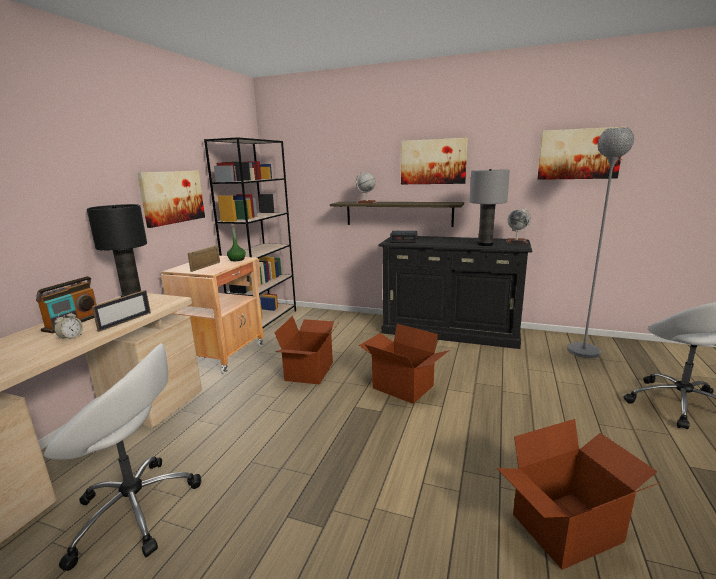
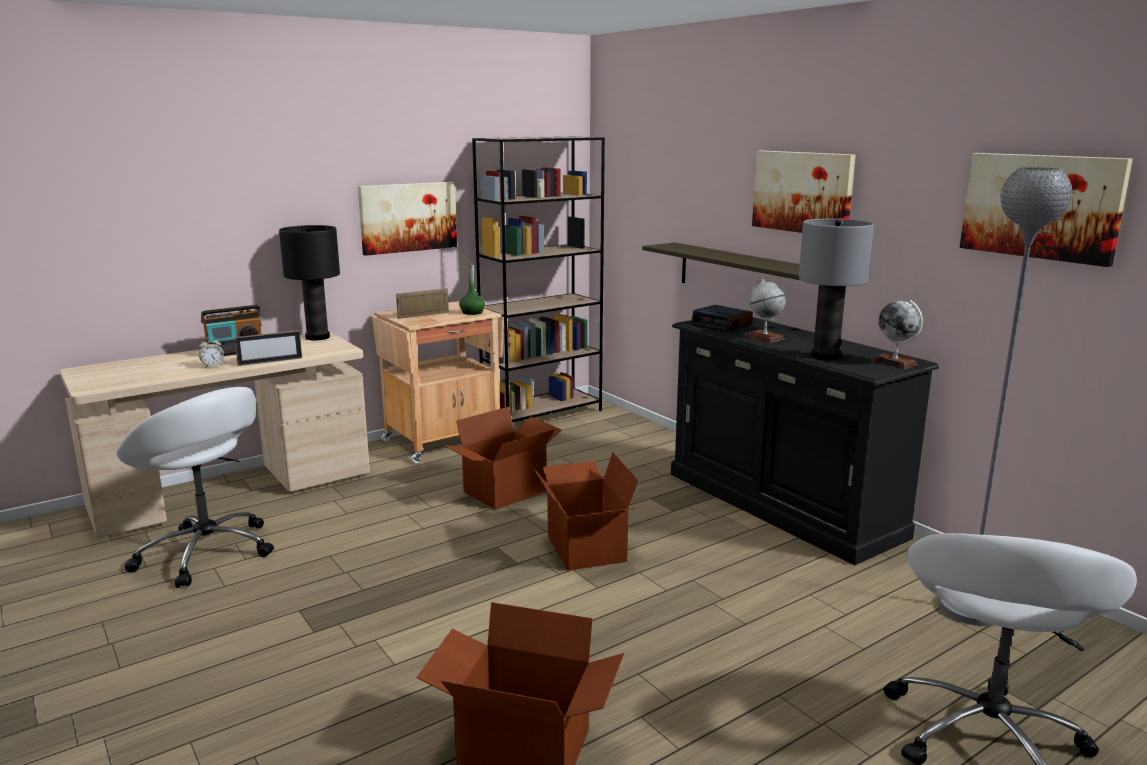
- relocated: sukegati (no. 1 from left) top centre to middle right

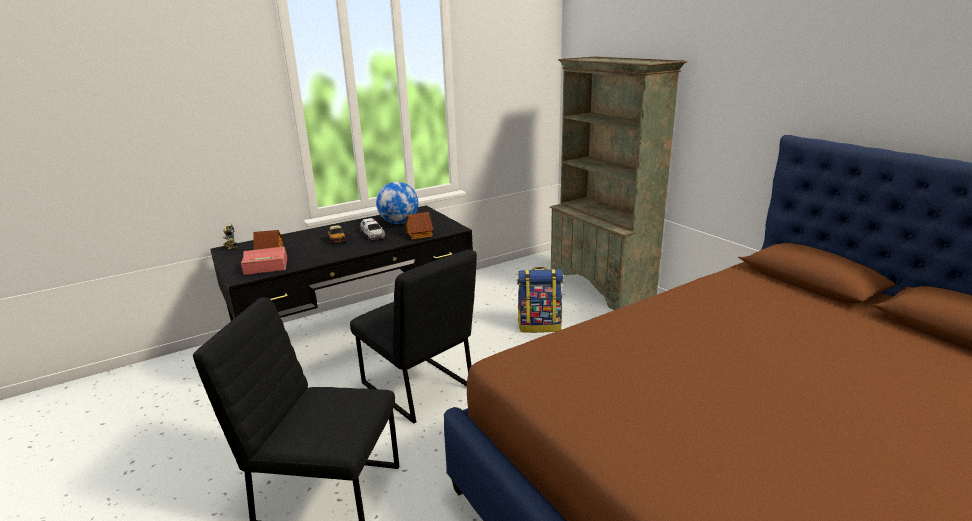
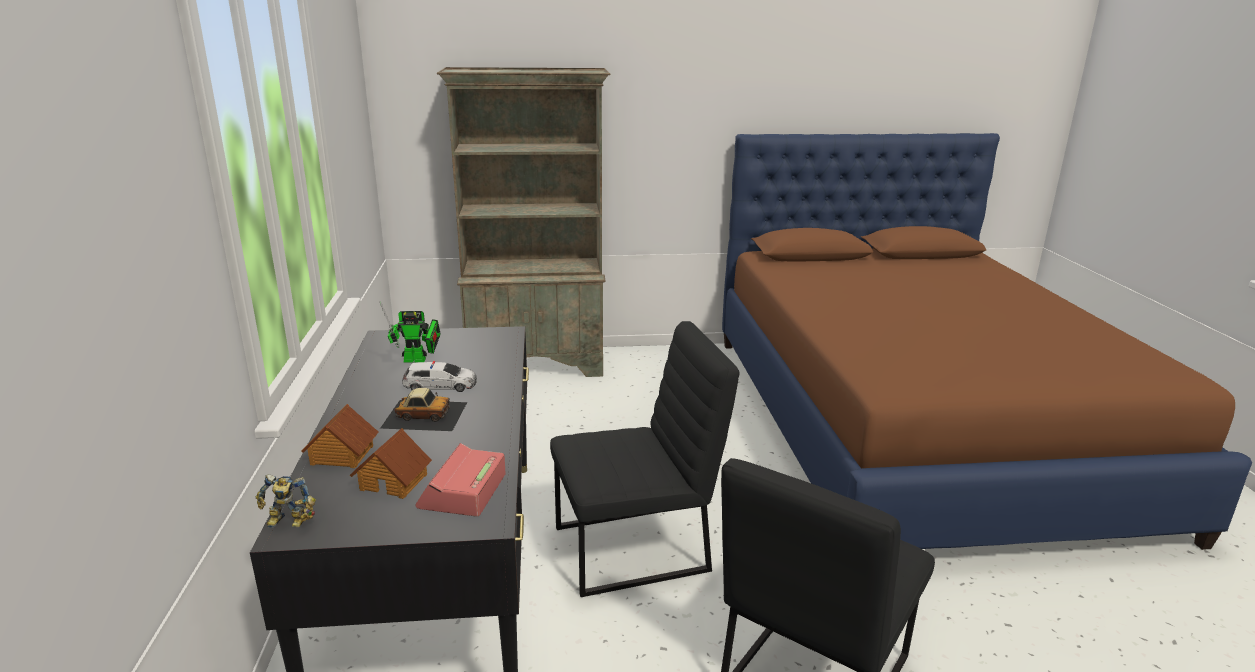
- exchanged: sukegati centre to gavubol (no. 2 from left) middle left
- relocated: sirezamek (no. 2 from left in the first image) centre to sirezamek (no. 1 from left) middle left
- missing: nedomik centre

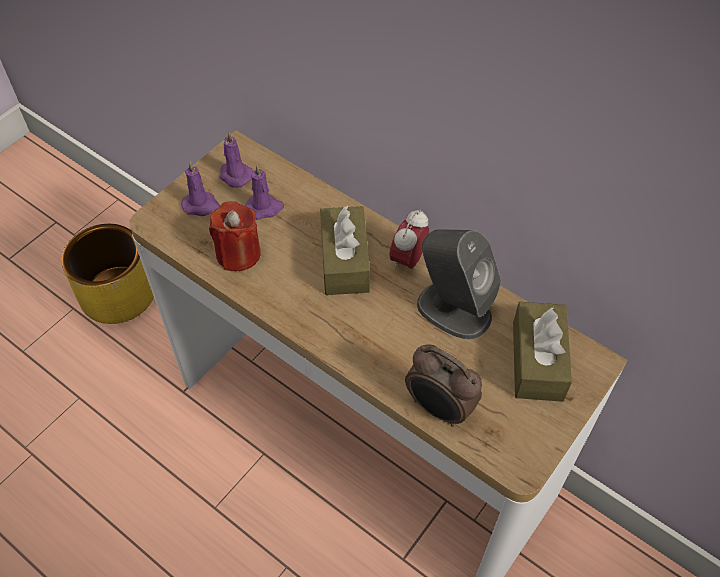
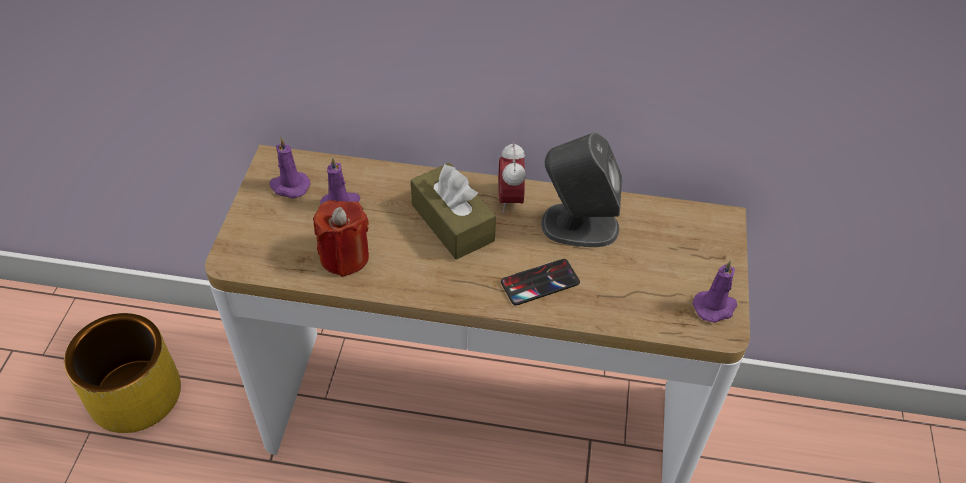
- relocated: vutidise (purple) (no. 1 from left in the first image) top left to vutidise (purple) (no. 3 from left) middle right
- missing: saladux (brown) (no. 2 from left) middle right
- missing: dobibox (no. 2 from left) bottom centre
- appeared: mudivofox centre

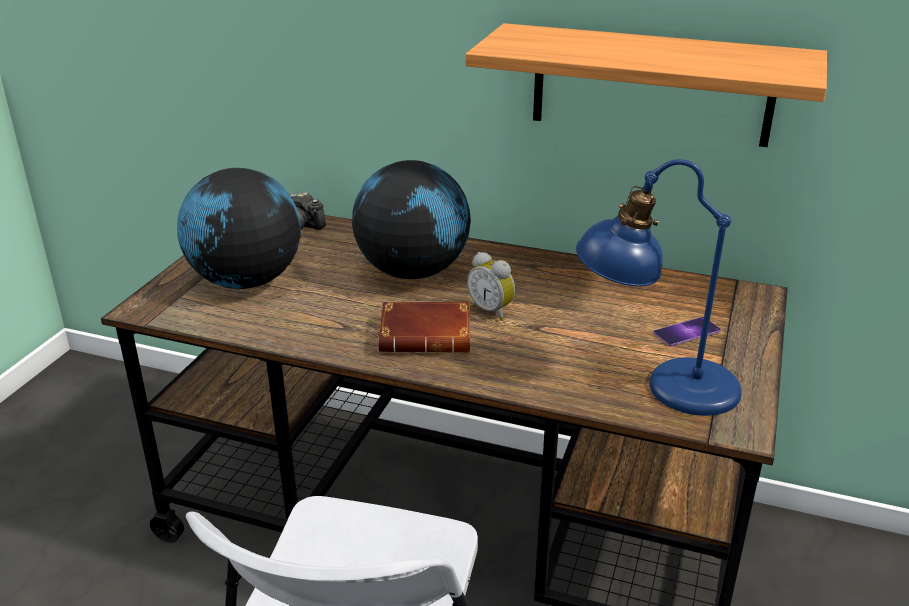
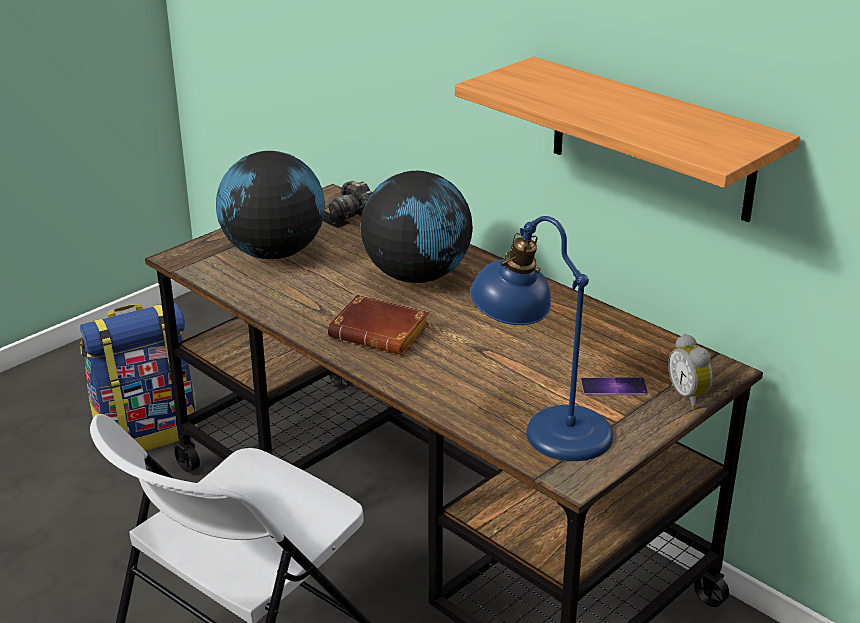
- relocated: dobibox centre to middle right
- appeared: nedomik middle left

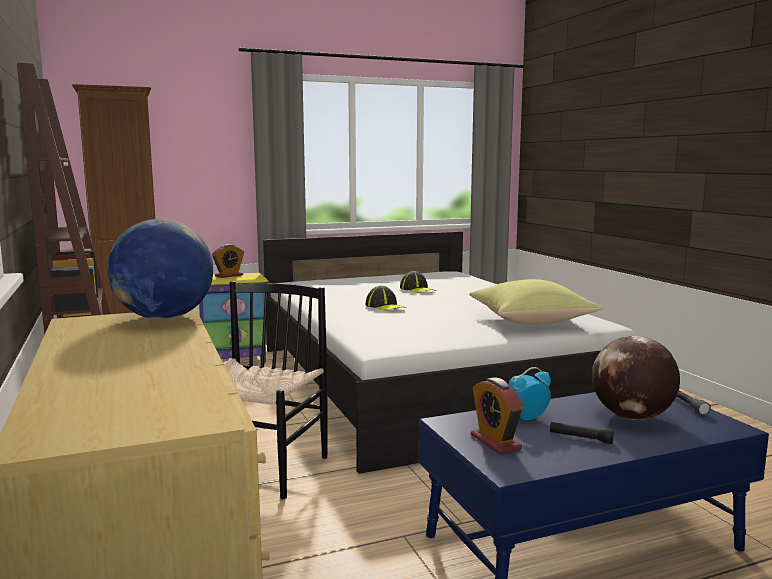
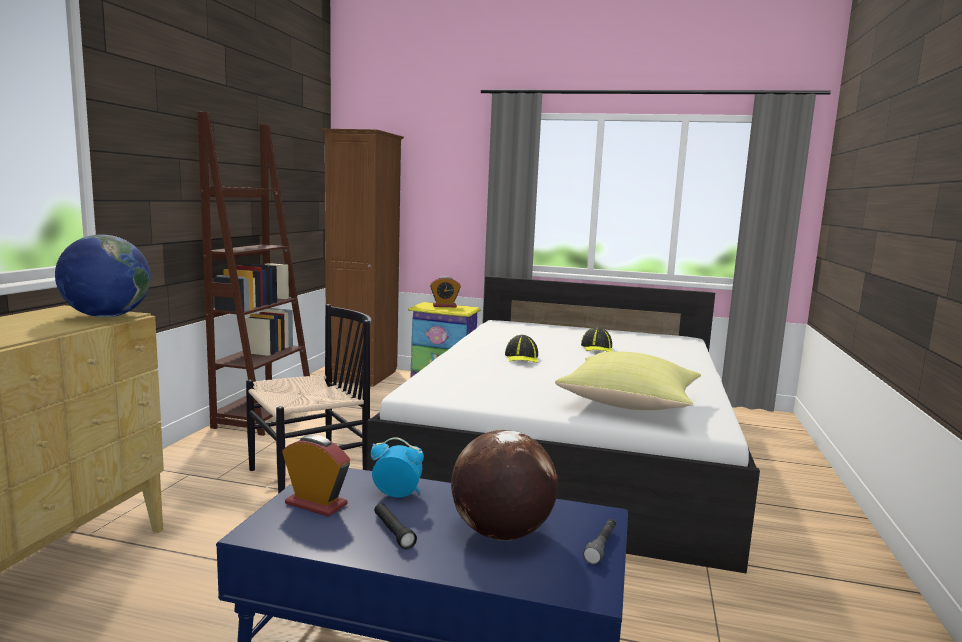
- spun: dobibox (no. 2 from left in the first image) bottom centre = bottom left 105 degrees clockwise

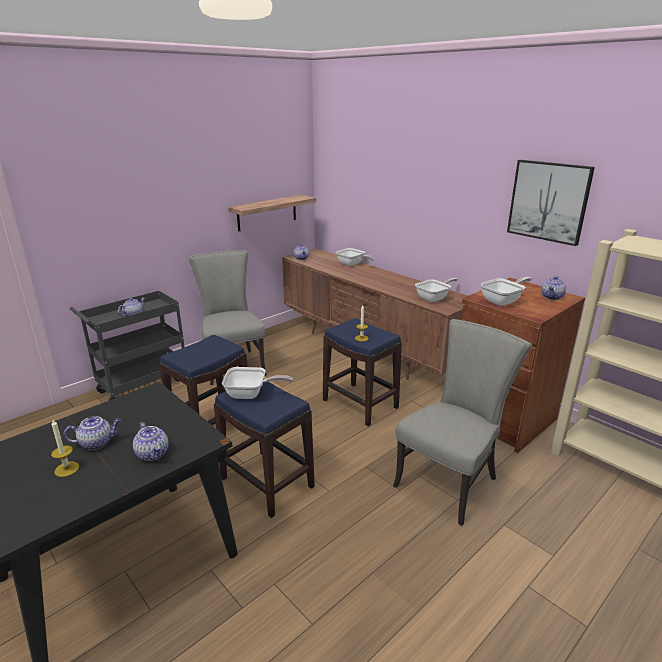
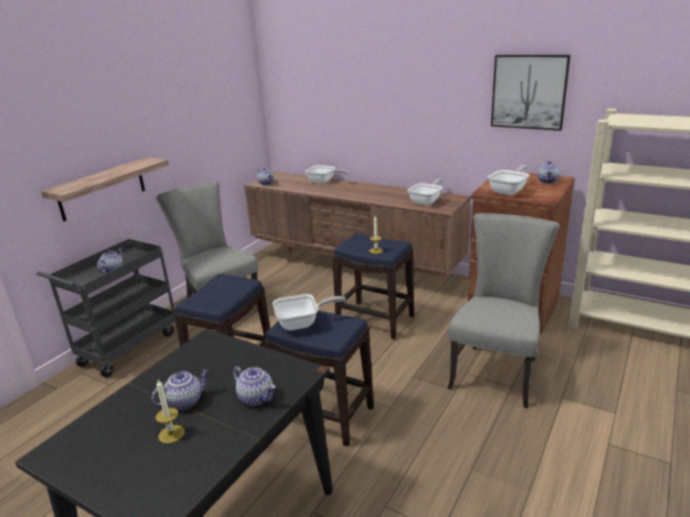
- relocated: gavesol top centre to middle left

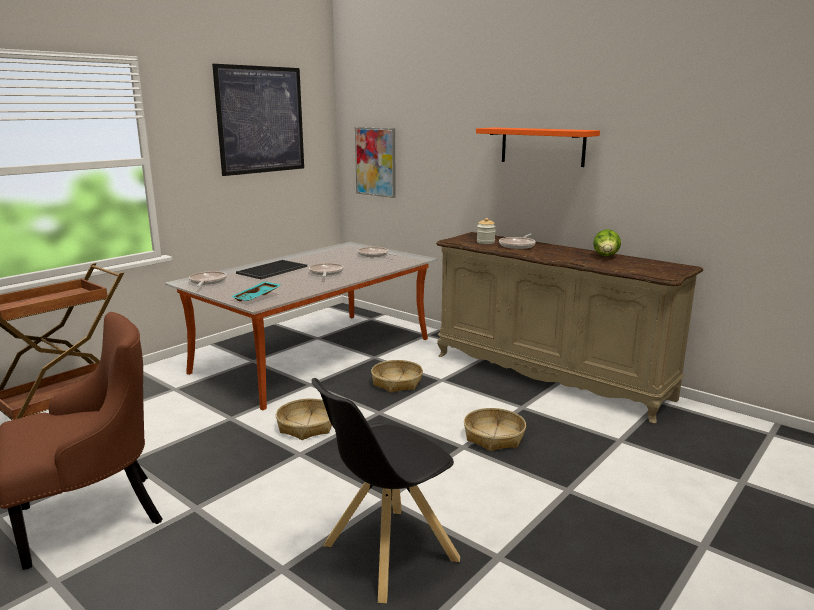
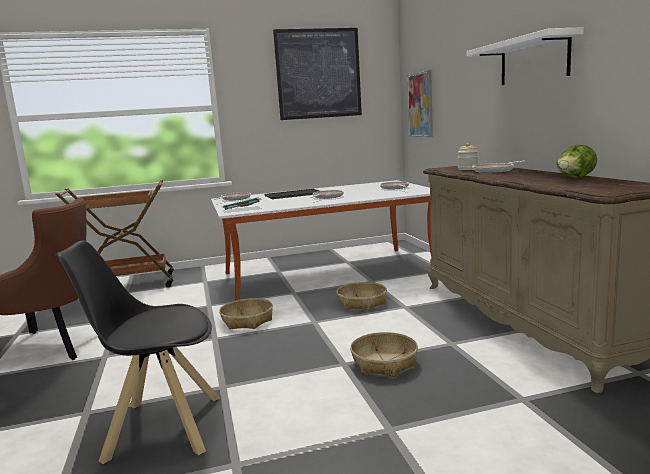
- colour: gavesol (orange) top centre to gavesol (white) top right

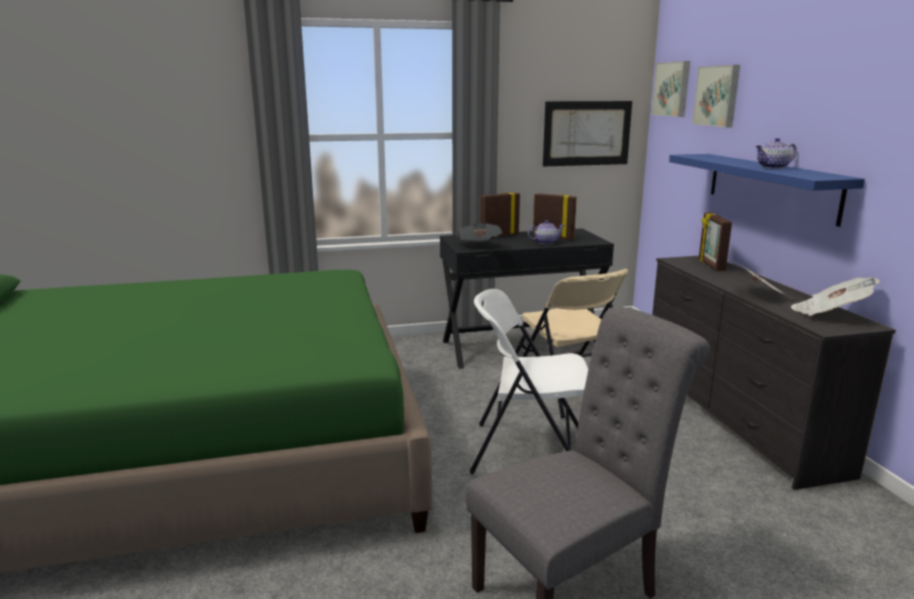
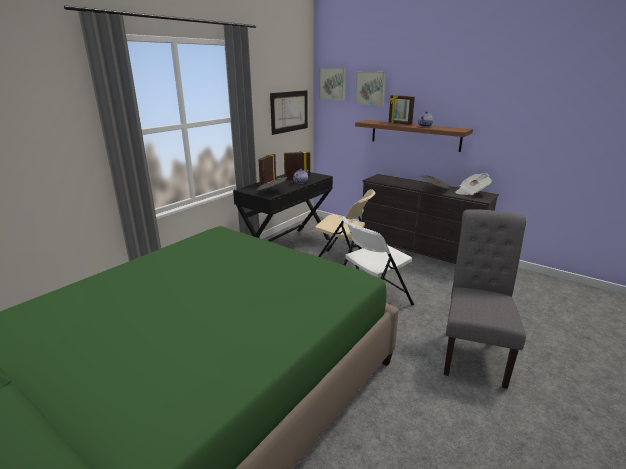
- colour: gavesol (blue) top right to gavesol (brown) top centre
- relocated: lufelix (no. 3 from left) middle right to top centre

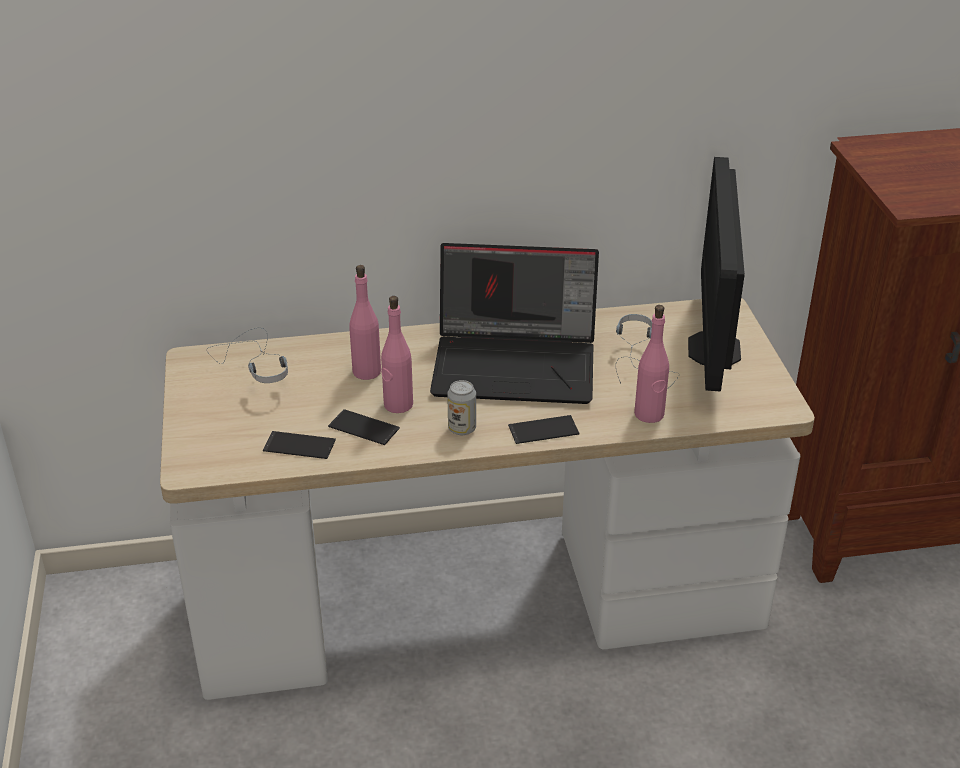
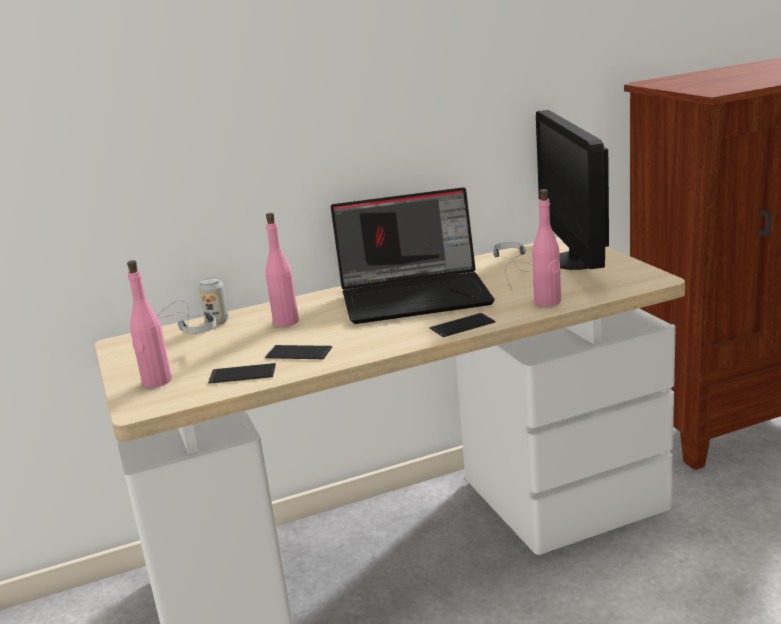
- relocated: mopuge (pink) (no. 2 from left in the first image) centre to mopuge (pink) (no. 1 from left) middle left
- relocated: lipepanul centre to middle left

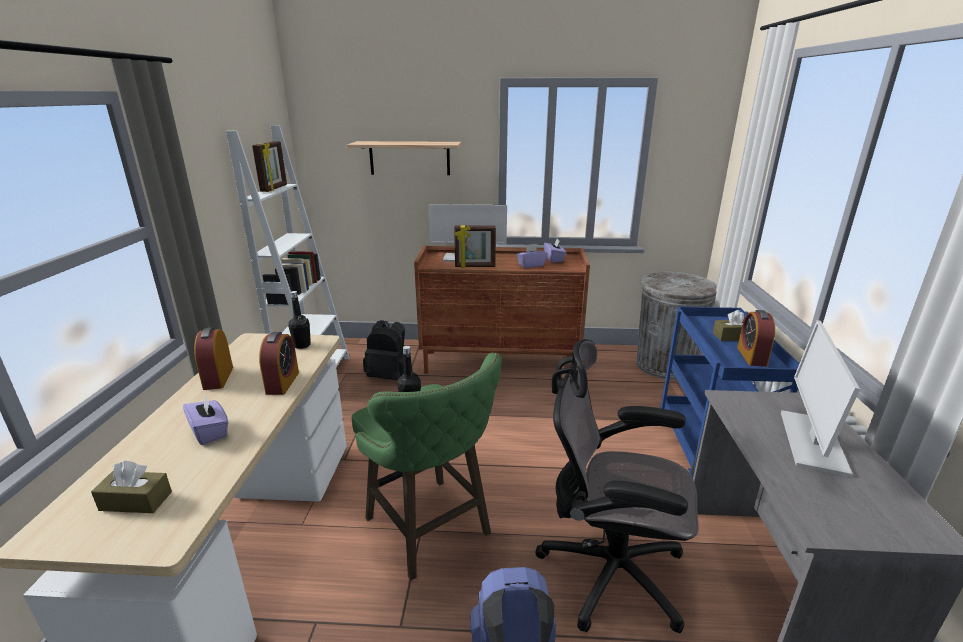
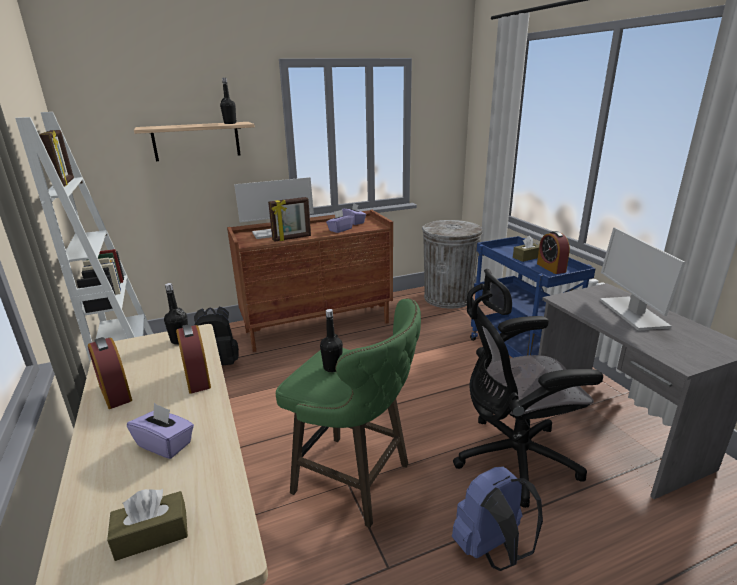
- appeared: mopuge (black) (no. 2 from left) top left

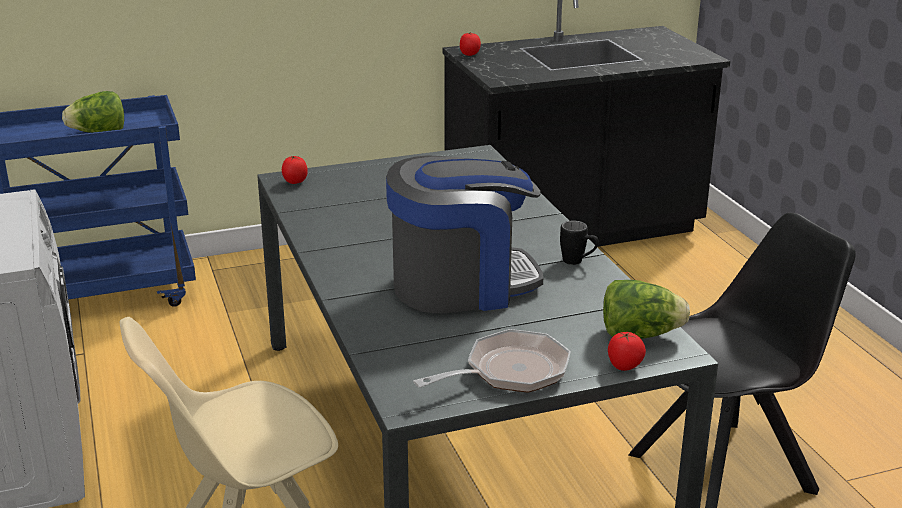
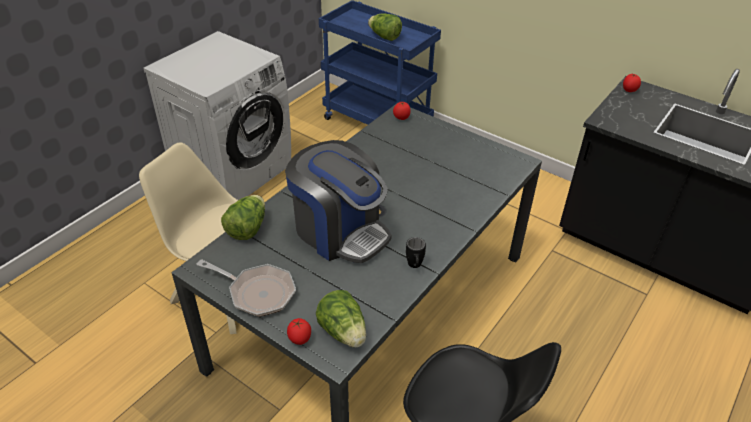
- appeared: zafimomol (no. 1 from left) middle left

